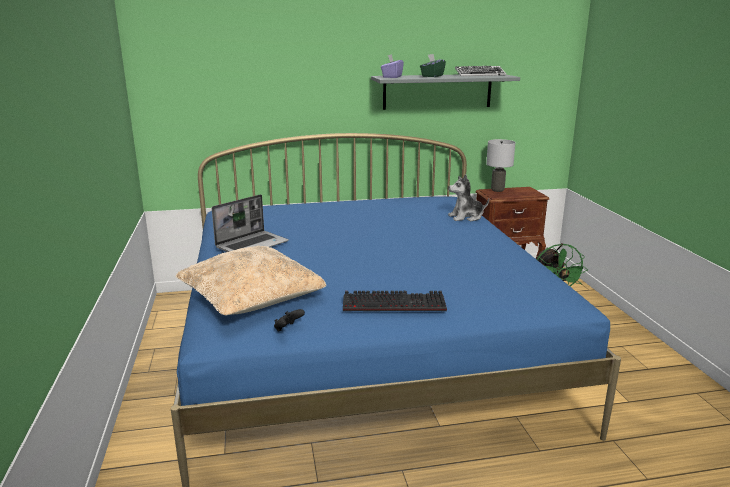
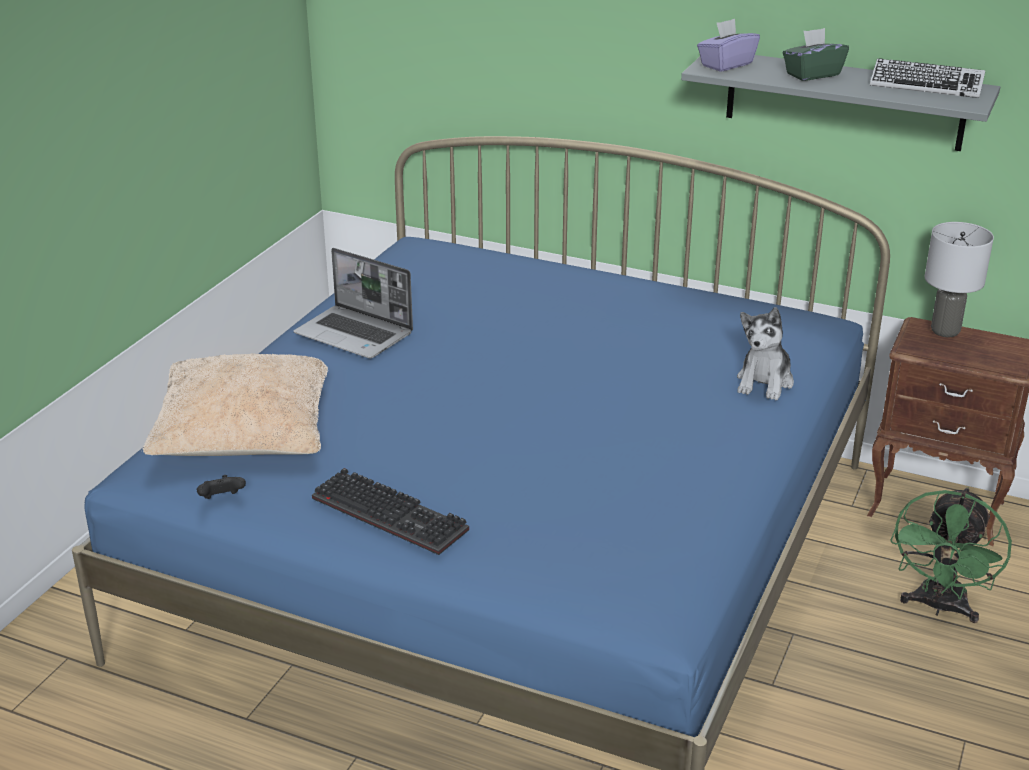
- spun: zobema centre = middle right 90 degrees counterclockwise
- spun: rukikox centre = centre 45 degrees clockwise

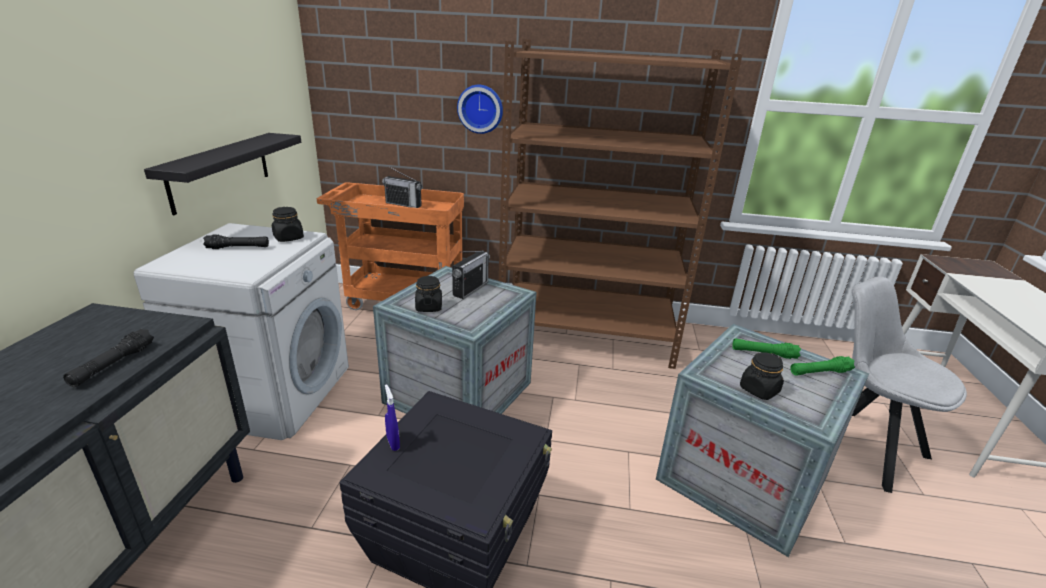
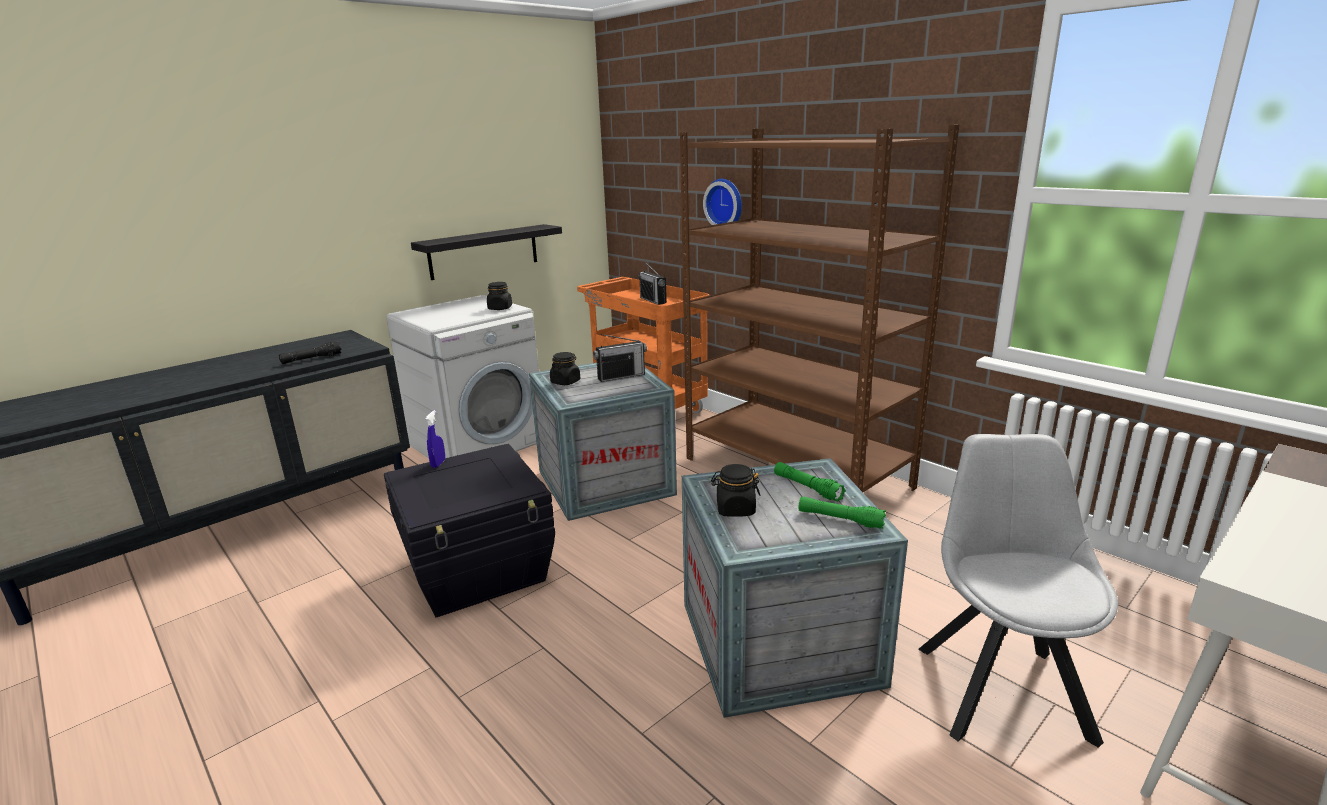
- missing: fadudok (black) (no. 2 from left) middle left

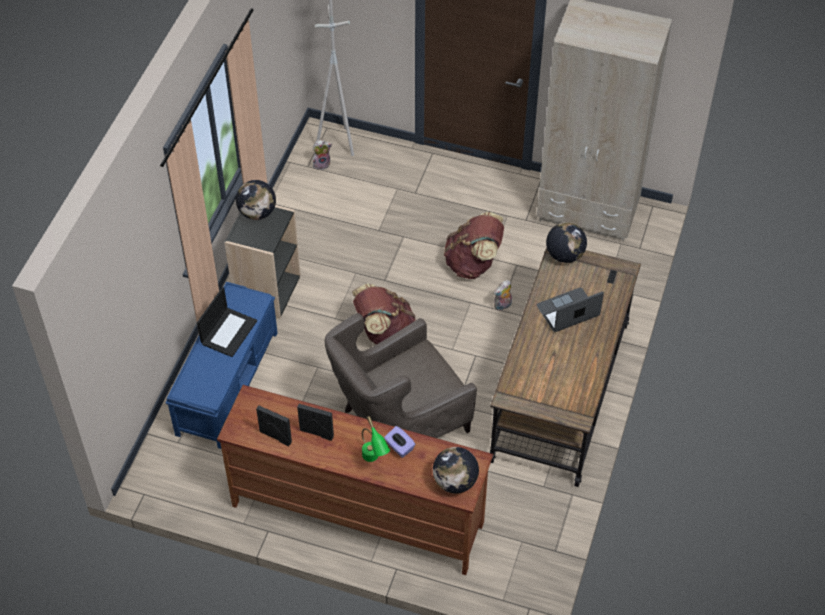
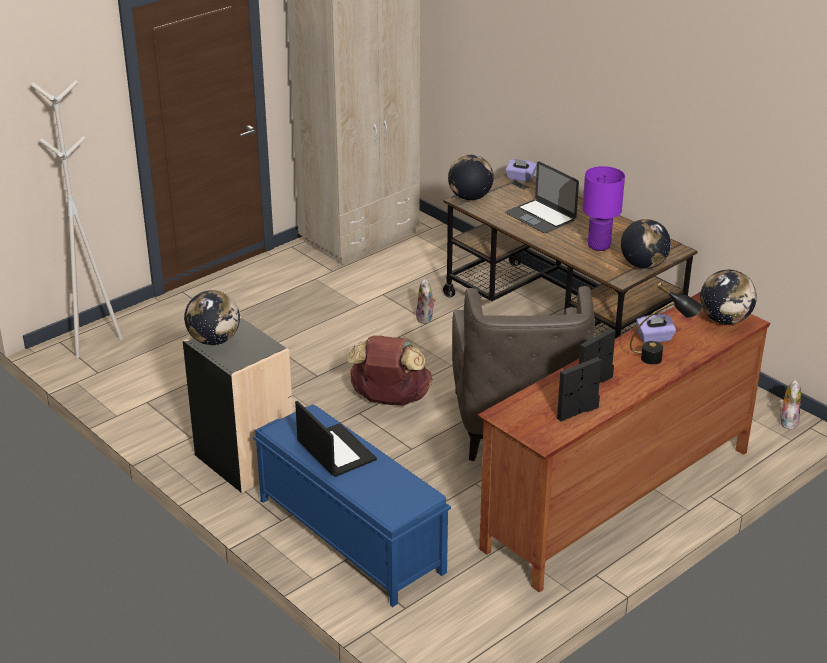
- relocated: zobema (no. 1 from left in the first image) top centre to zobema (no. 2 from left) middle right
- missing: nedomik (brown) (no. 2 from left) centre
- spun: rukikox (no. 2 from left) middle right = top centre 45 degrees counterclockwise
- colour: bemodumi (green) bottom centre to bemodumi (black) middle right
- appeared: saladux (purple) (no. 1 from left) top centre
- appeared: bemodumi (purple) top right
- appeared: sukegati (no. 3 from left) middle right

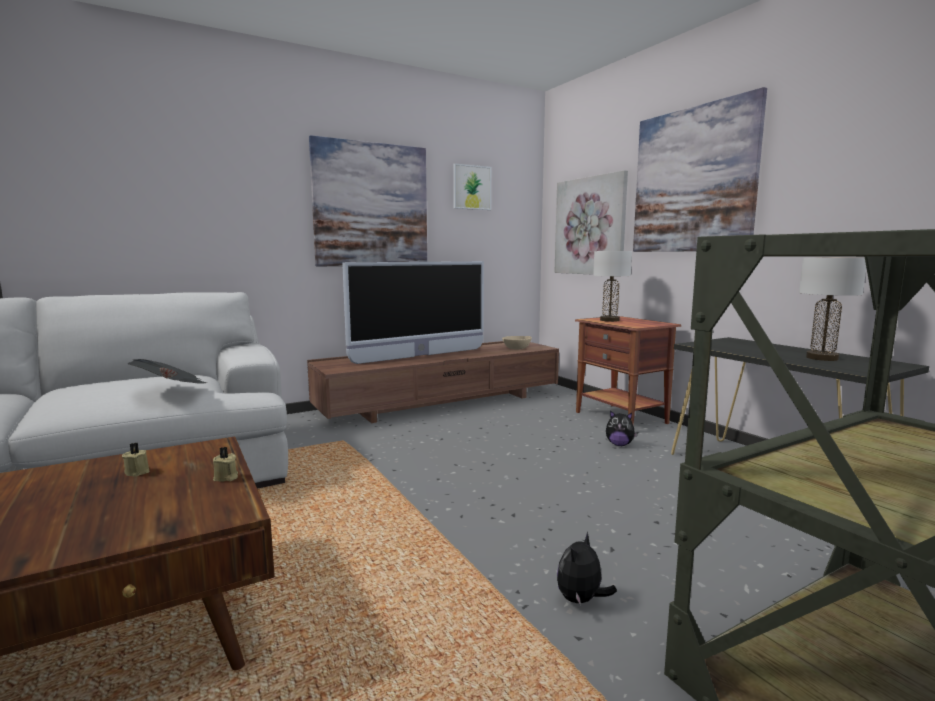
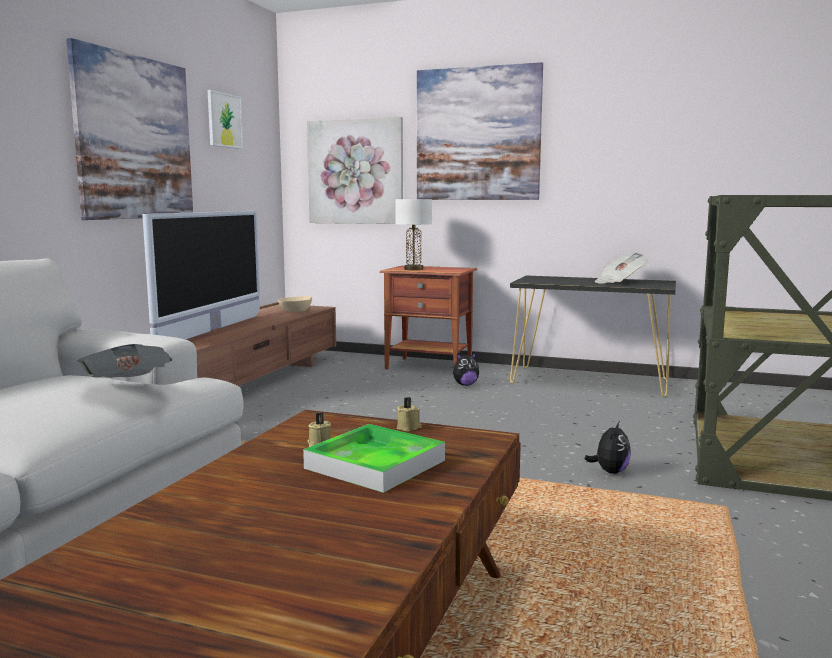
- exchanged: bemodumi (no. 2 from left) middle right to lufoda (no. 2 from left) middle right
- spun: zobema (no. 1 from left in the first image) bottom centre = bottom right 150 degrees counterclockwise
- appeared: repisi bottom centre

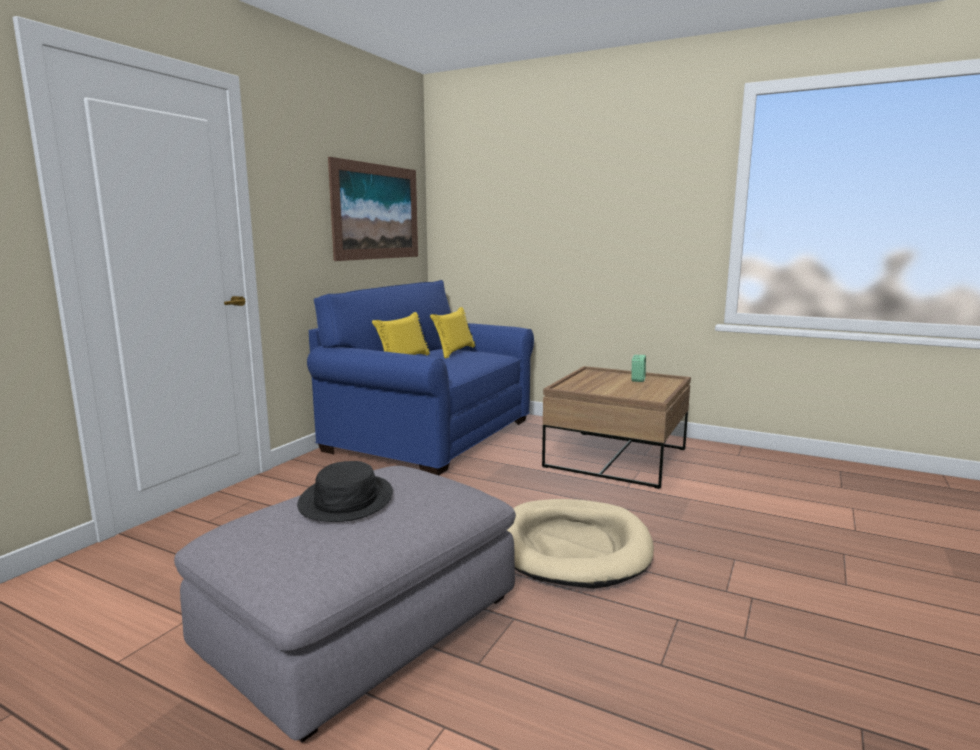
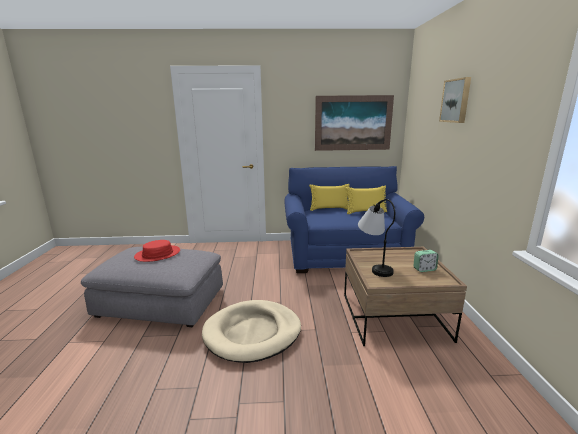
- colour: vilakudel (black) centre to vilakudel (red) middle left
- appeared: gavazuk (no. 2 from left) top right
- appeared: bemodumi centre

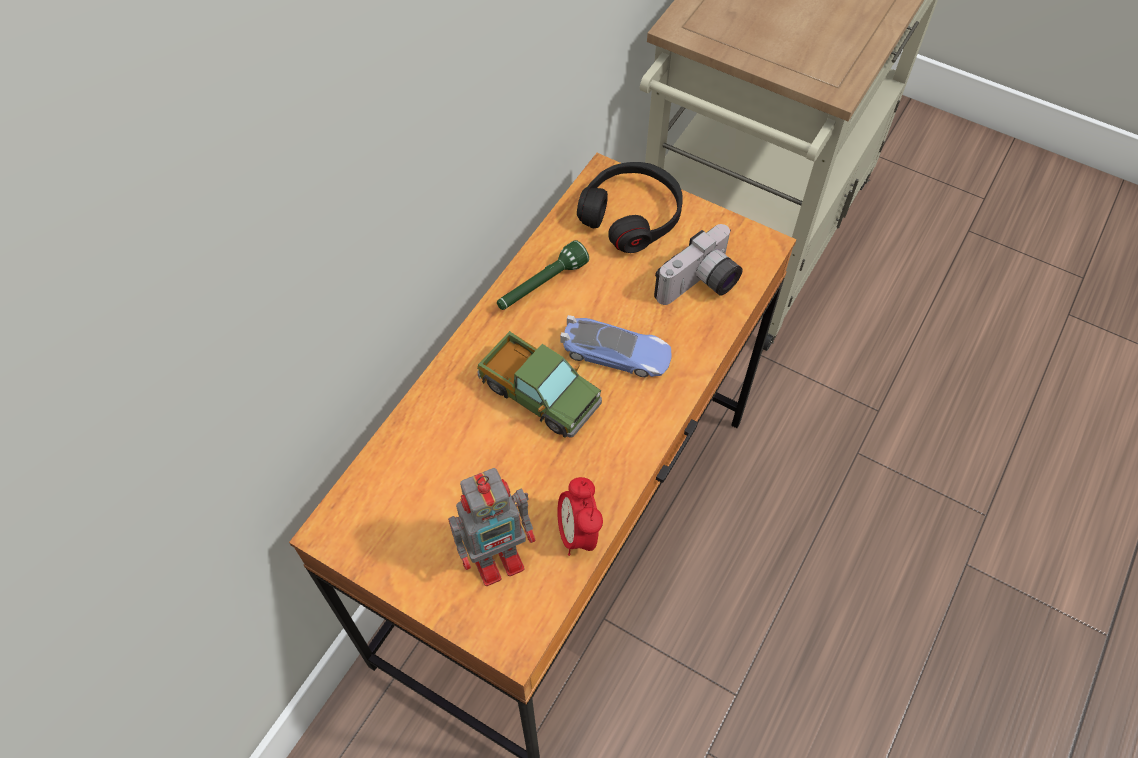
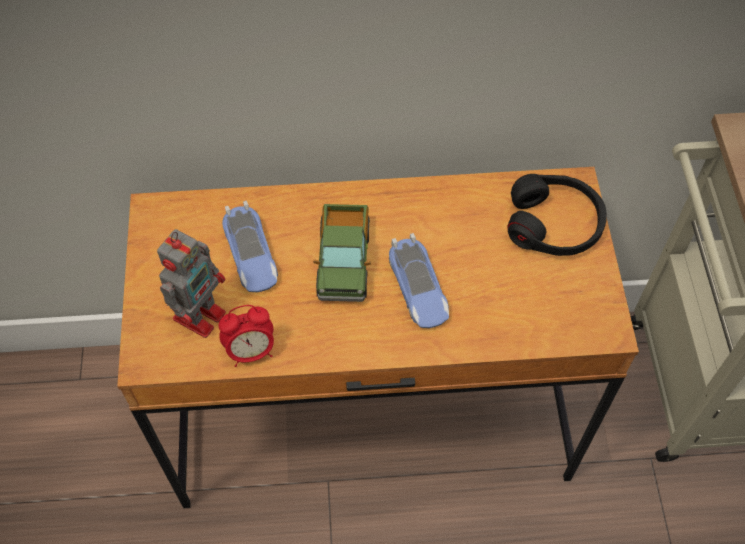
- missing: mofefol centre
- missing: fadudok (green) centre
- spun: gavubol bottom centre = middle left 90 degrees counterclockwise
- spun: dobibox bottom centre = middle left 150 degrees counterclockwise
- appeared: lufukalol (no. 1 from left) centre

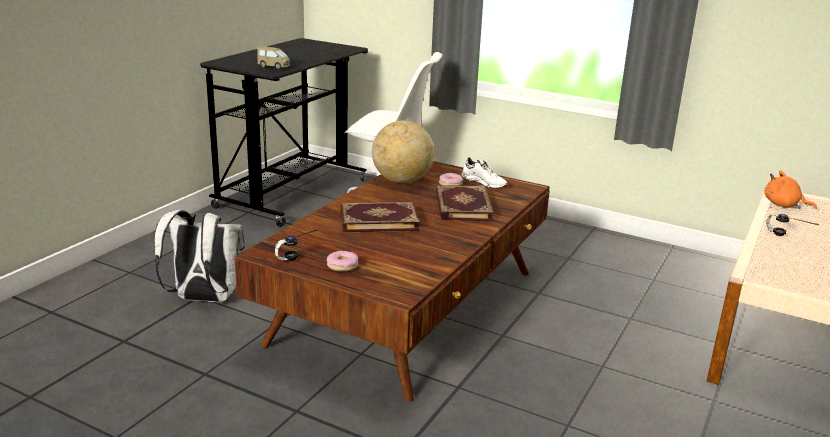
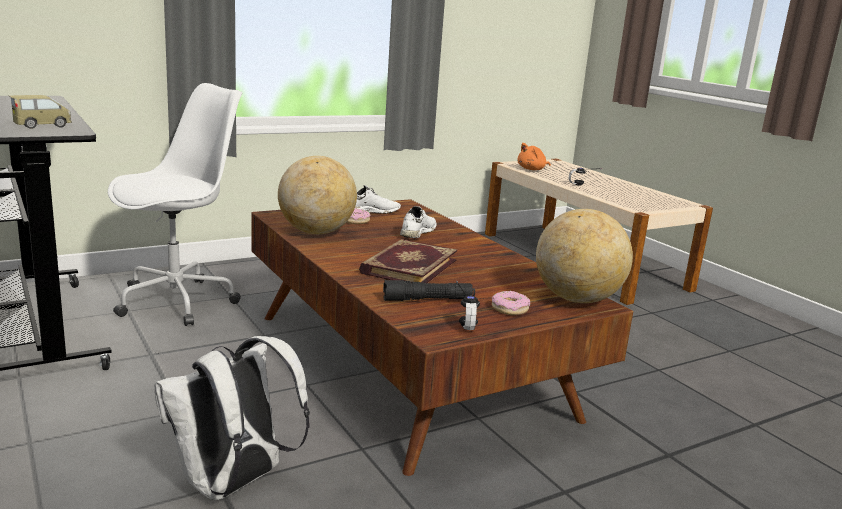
- exchanged: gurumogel (no. 2 from left) centre to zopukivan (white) (no. 2 from left) centre
- appeared: sukegati (no. 2 from left) middle right
- appeared: fadudok (black) centre

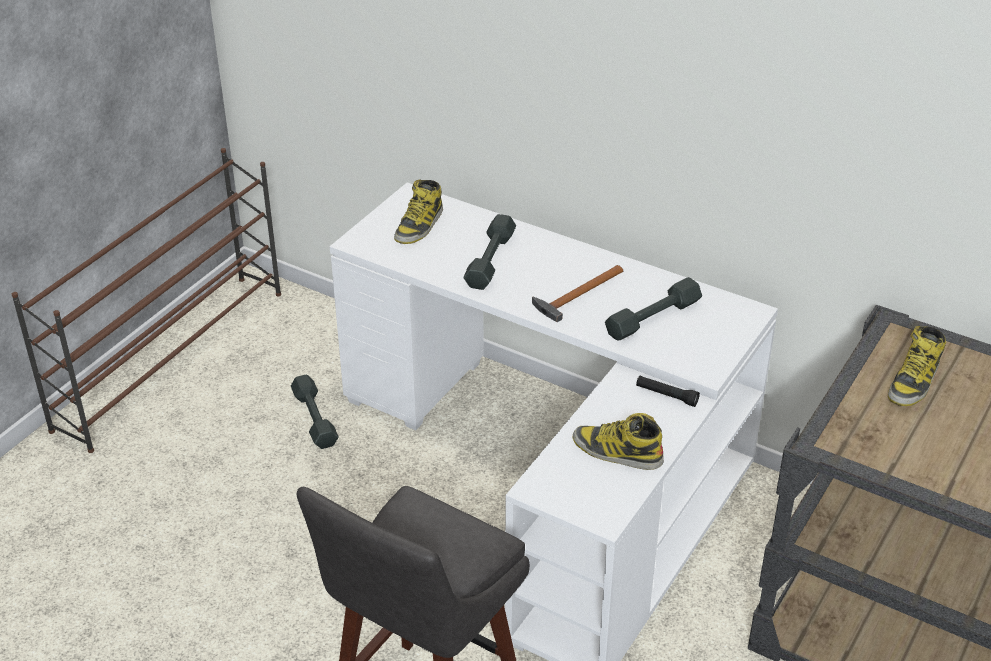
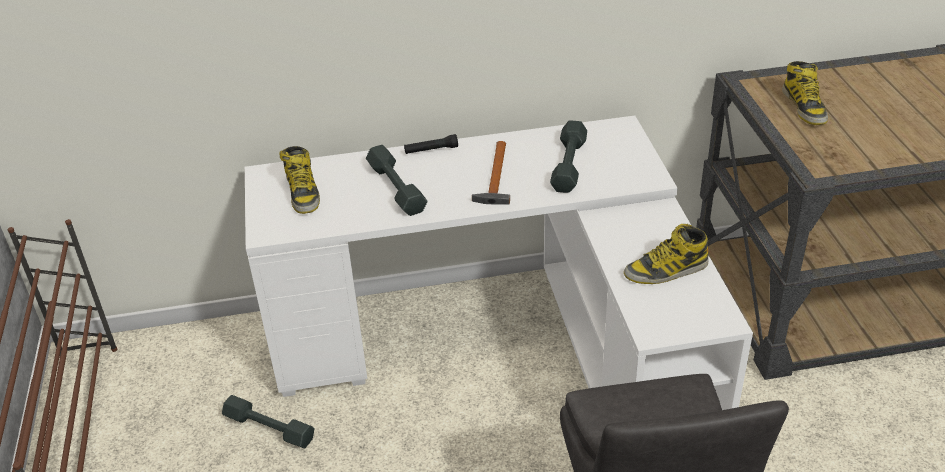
- relocated: fadudok (black) middle right to top centre

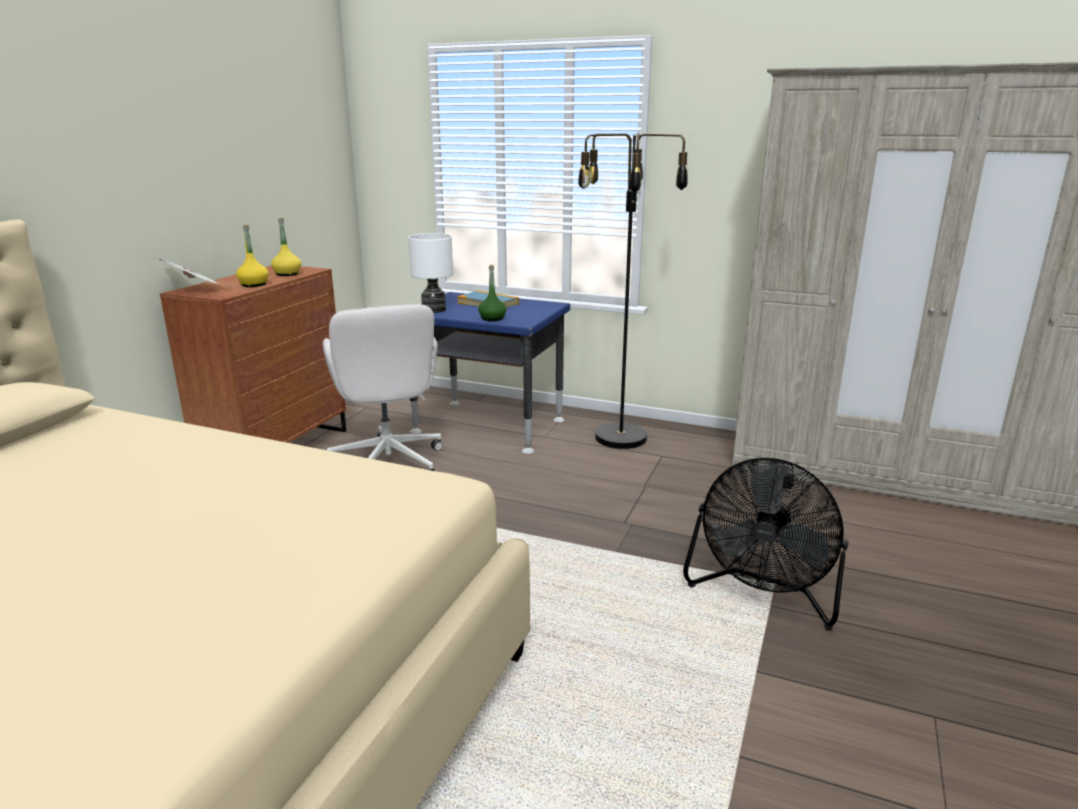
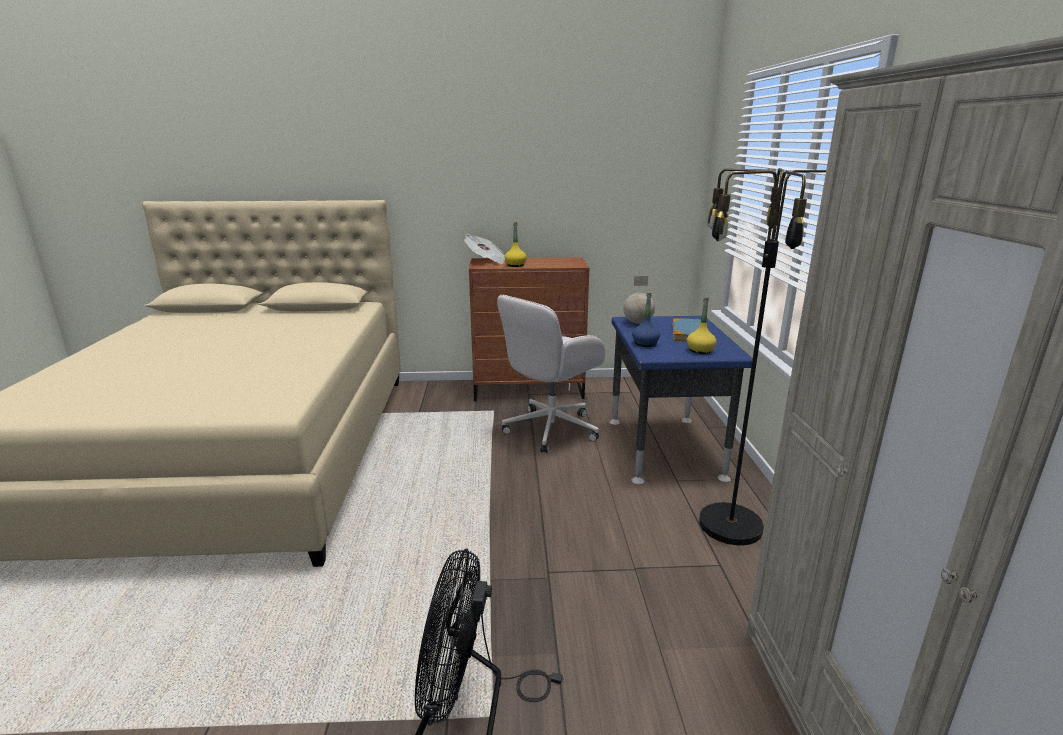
- relocated: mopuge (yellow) (no. 2 from left) top left to centre
- exchanged: bemodumi (white) centre to sukegati centre
- colour: mopuge (green) centre to mopuge (blue) centre

